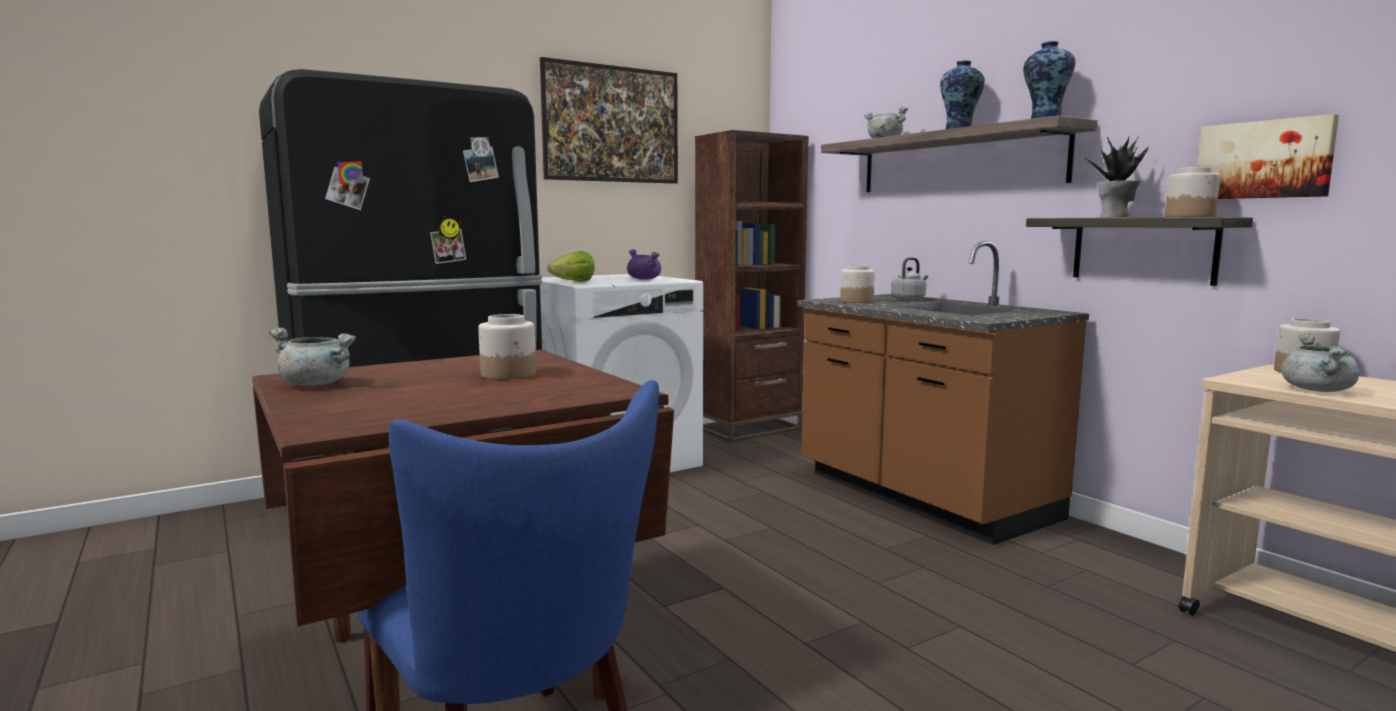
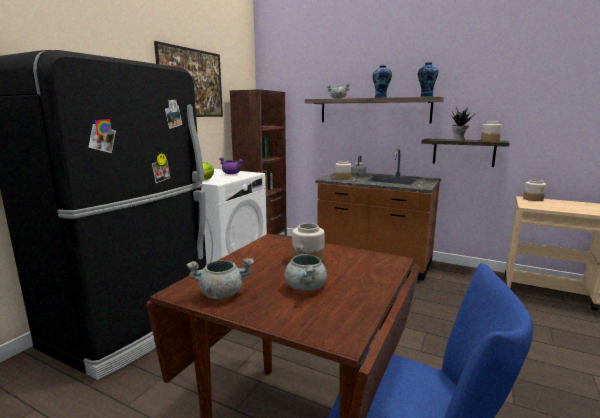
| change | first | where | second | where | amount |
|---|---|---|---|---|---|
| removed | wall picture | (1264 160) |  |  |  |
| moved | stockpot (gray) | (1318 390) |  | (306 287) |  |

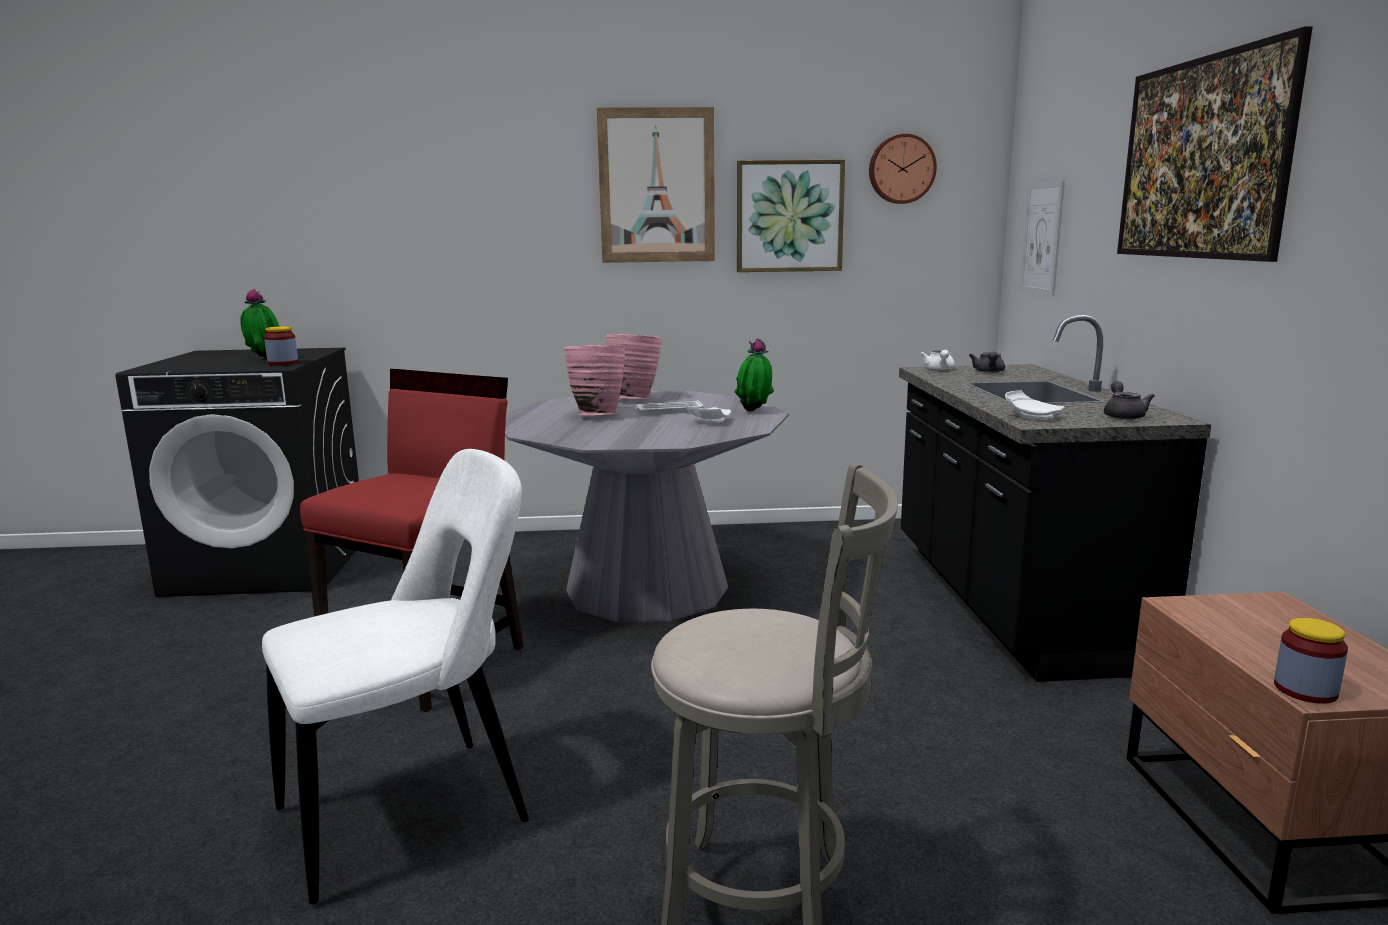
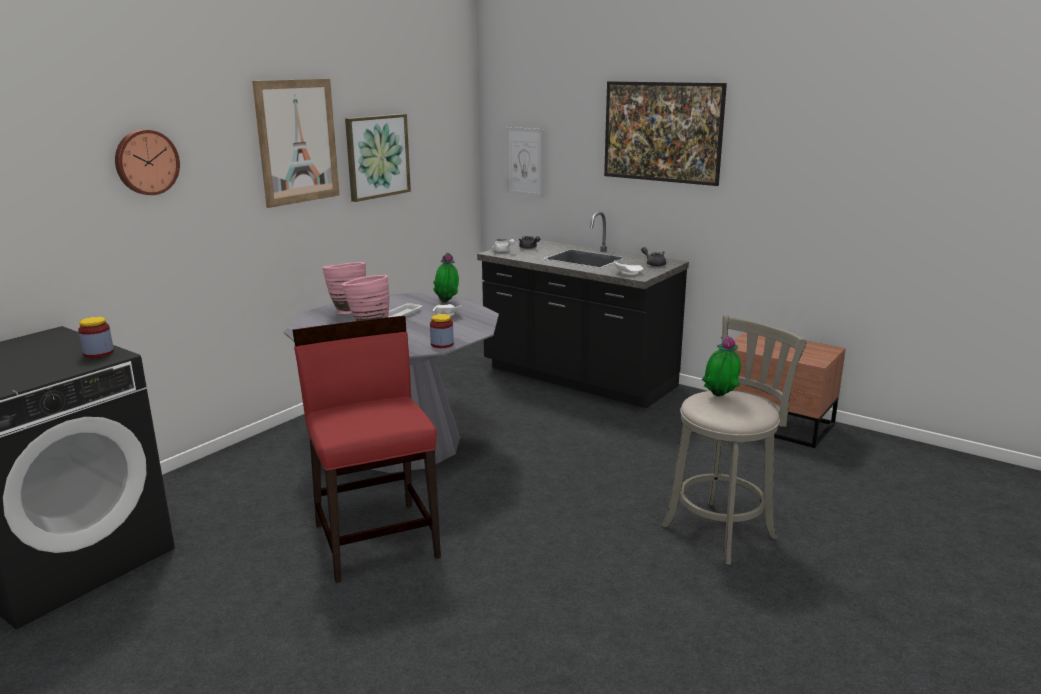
| change | first | where | second | where | amount |
|---|---|---|---|---|---|
| moved | plant in a pot | (264 359) |  | (720 397) |  |
| removed | chair (white) | (415 811) |  |  |  |
| moved | hanging clock | (901 169) |  | (146 162) |  |
| moved | jar | (1305 690) |  | (442 344) |  |

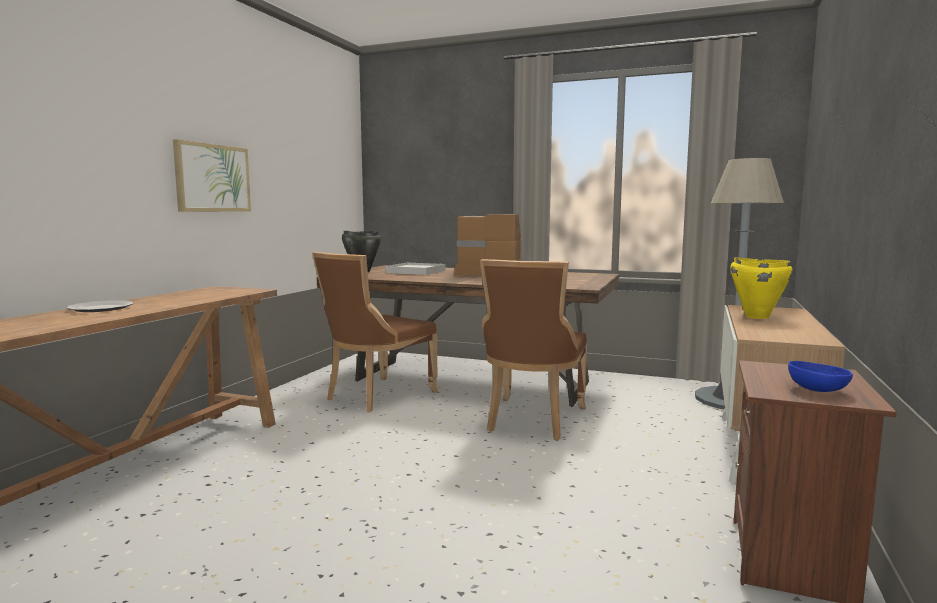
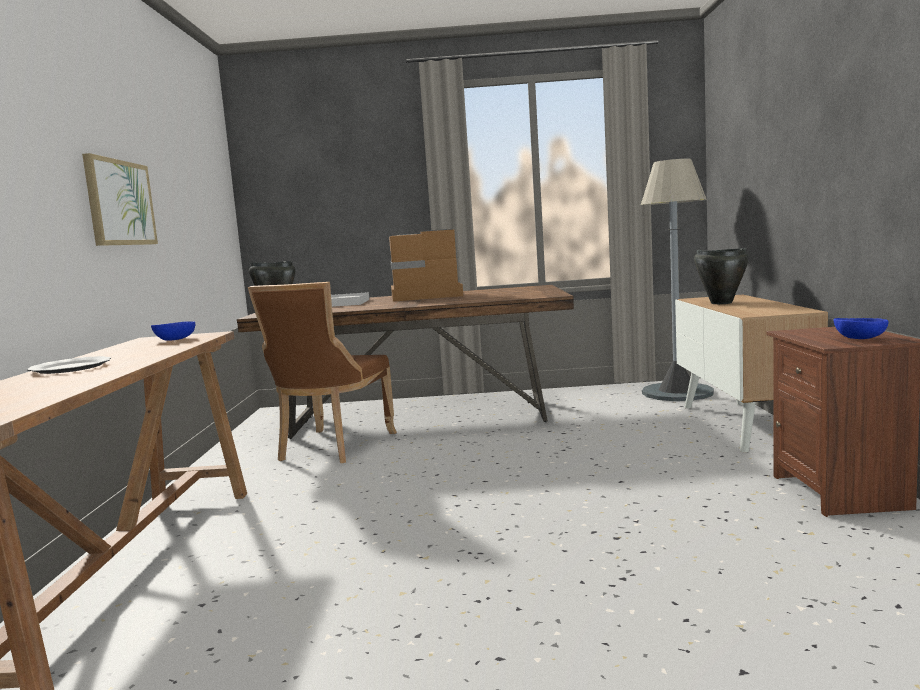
| change | first | where | second | where | amount |
|---|---|---|---|---|---|
| removed | chair (brown) | (532 420) |  |  |  |
| recoloured | stockpot (yellowish) | (756 316) | stockpot (black-coloured) | (721 303) |  |
| added |  |  | serving bowl (bluish) | (175 339) |  |

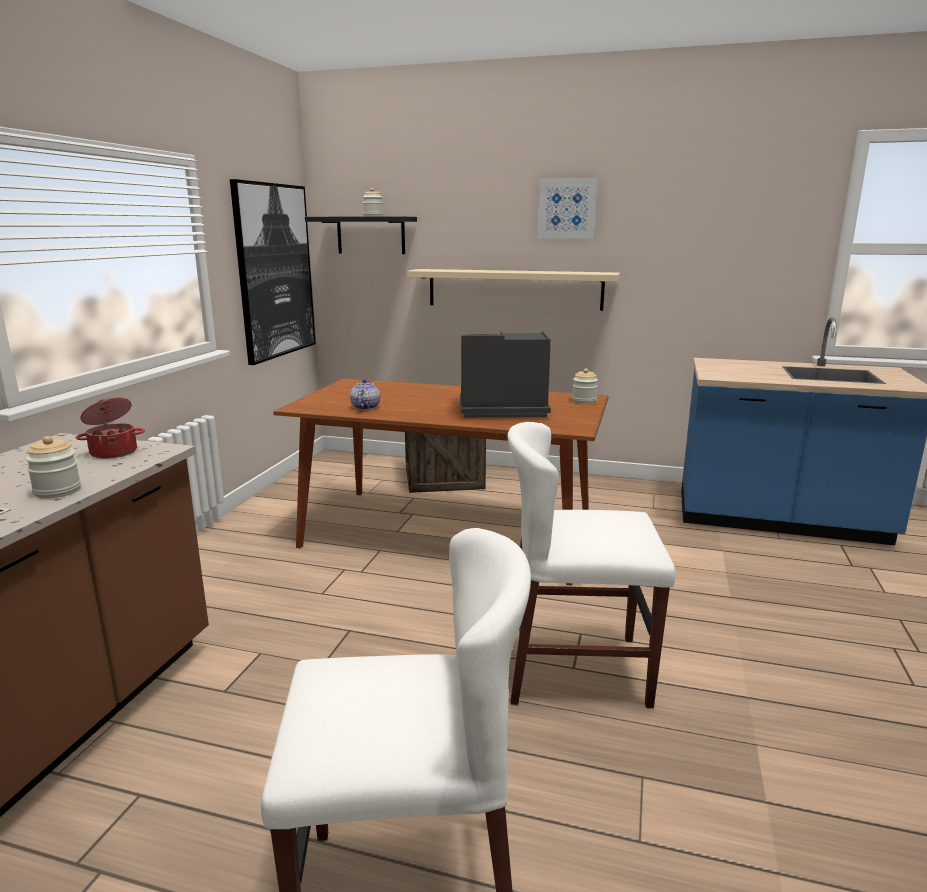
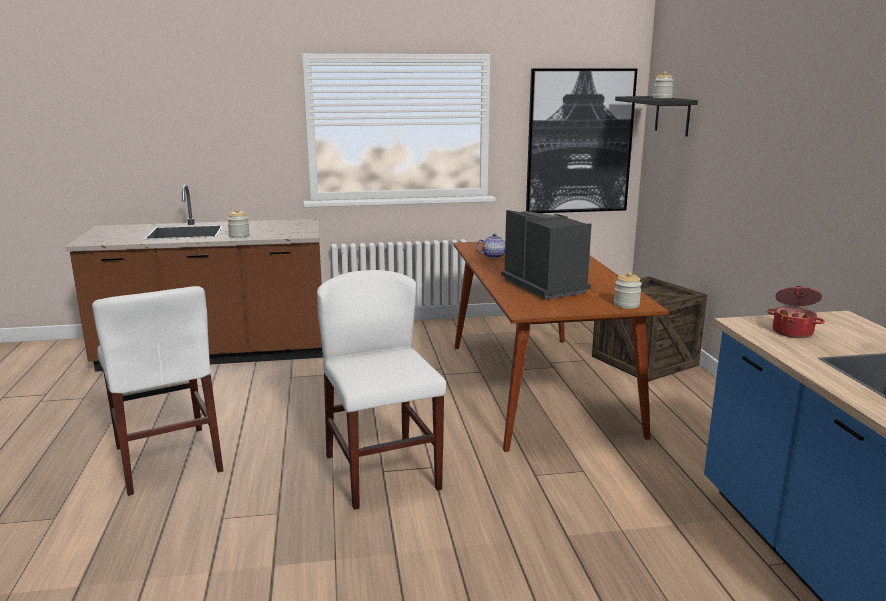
| change | first | where | second | where | amount |
|---|---|---|---|---|---|
| moved | stockpot | (114 452) |  | (792 332) |  |
| removed | wall shelf (sand-coloured) | (514 289) |  |  |  |
| removed | wall picture | (567 209) |  |  |  |

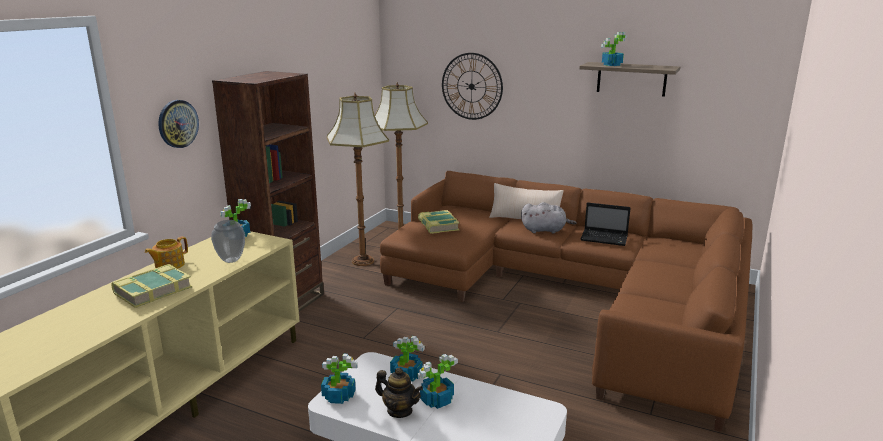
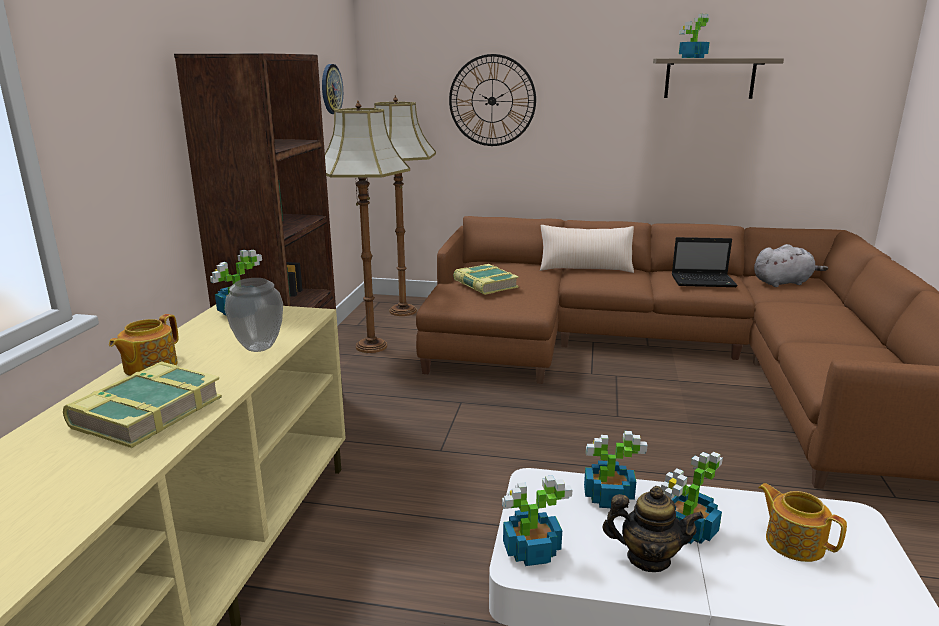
| change | first | where | second | where | amount |
|---|---|---|---|---|---|
| moved | hanging clock | (177 123) |  | (331 89) |  |
| moved | plush toy (gray) | (545 230) |  | (783 283) |  |
| added |  |  | tea pot | (793 542) |  |

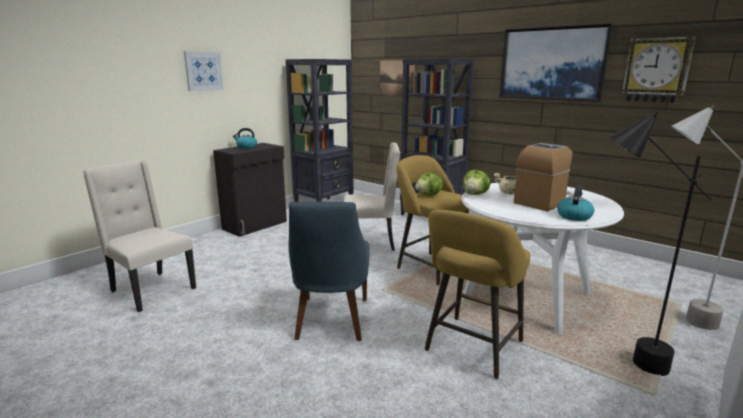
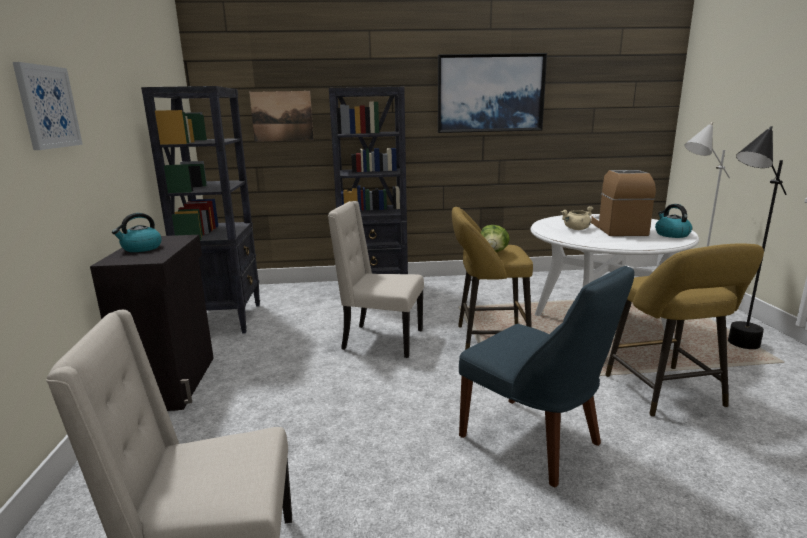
| change | first | where | second | where | amount |
|---|---|---|---|---|---|
| turned | chair (sand-coloured) | (370 243) |  | (381 340) | 120 degrees counterclockwise |
| removed | head of lettuce | (475 194) |  |  |  |
| removed | hanging clock | (656 70) |  |  |  |

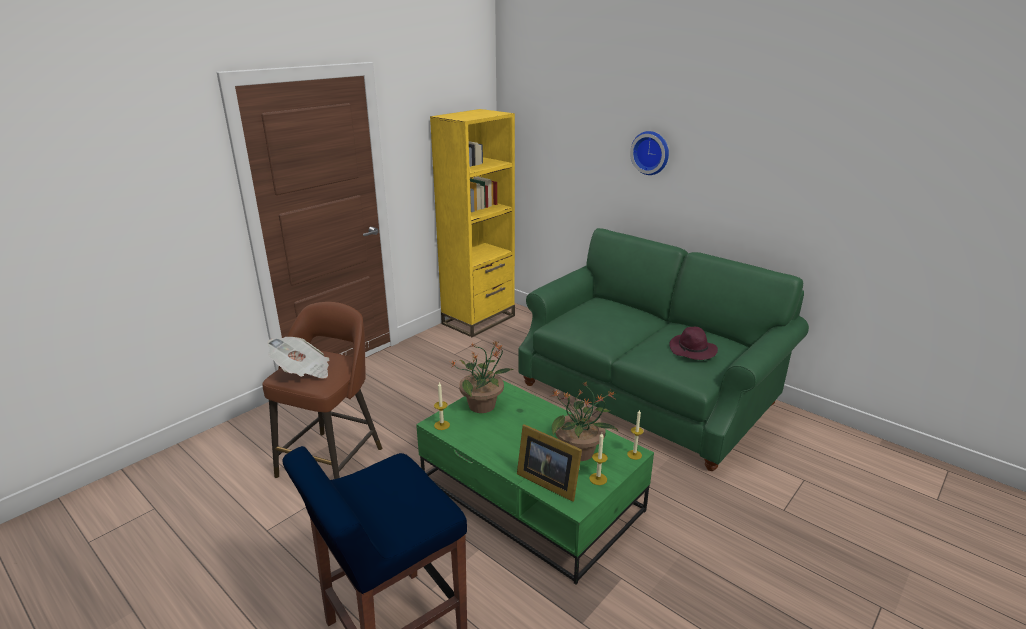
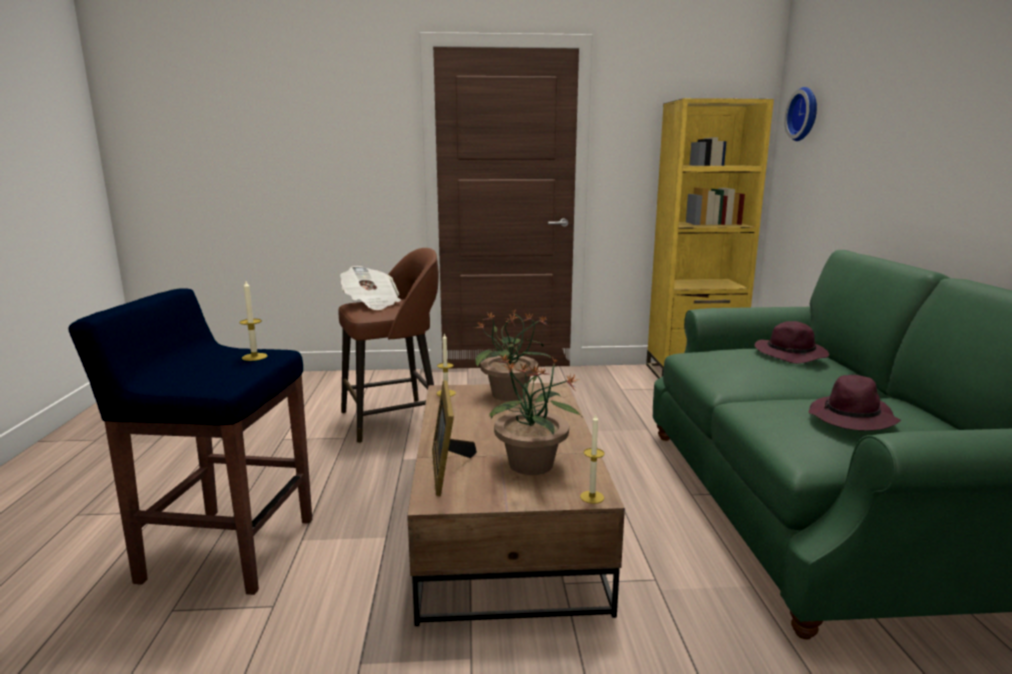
| change | first | where | second | where | amount |
|---|---|---|---|---|---|
| recoloured | low table (greenish) | (532 495) | low table (brown) | (507 525) |  |
| moved | candle | (598 479) |  | (254 357) |  |
| moved | hanging clock | (651 152) |  | (805 114) |  |
| added |  |  | wearable hat (purplish) | (791 354) |  |

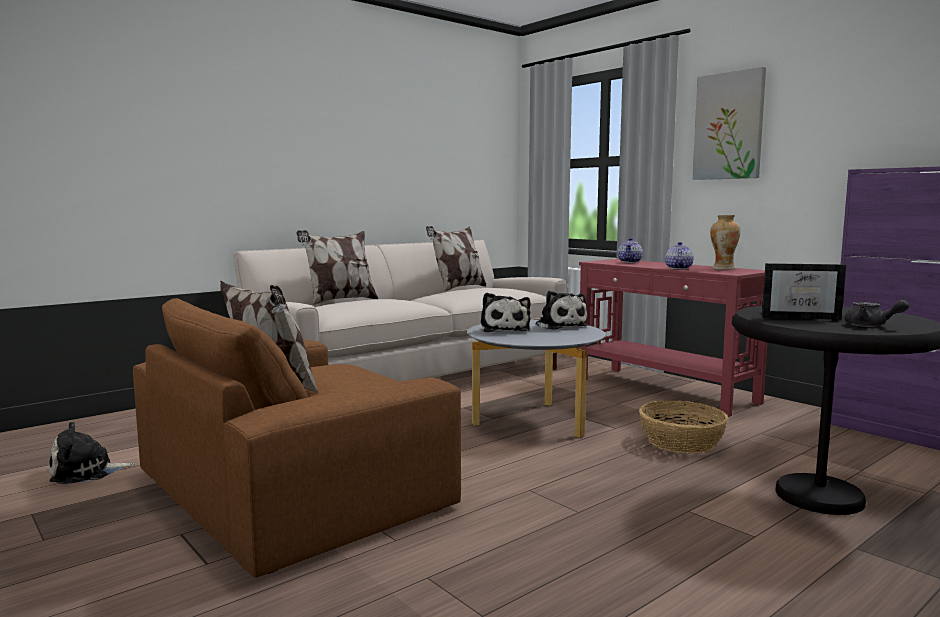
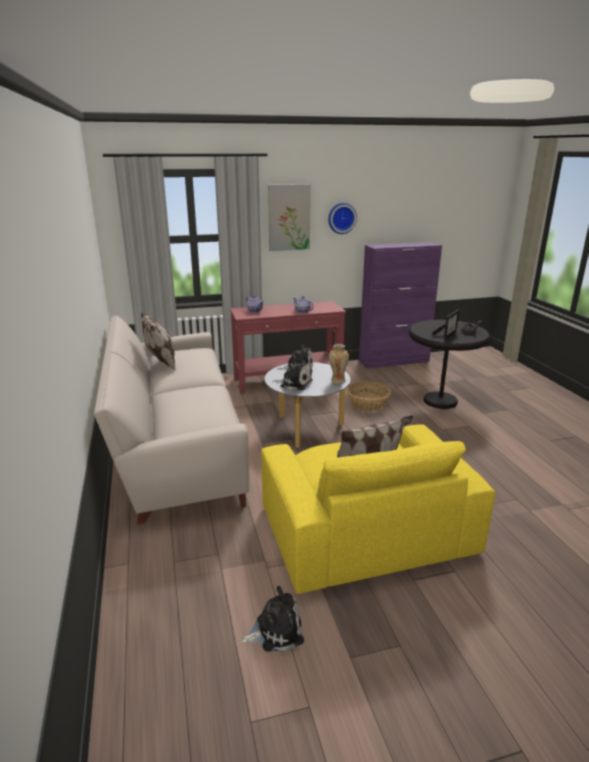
| change | first | where | second | where | amount |
|---|---|---|---|---|---|
| turned | plush toy | (86 472) |  | (276 630) | 105 degrees counterclockwise |
| recoloured | lounge chair (brown) | (294 488) | lounge chair (yellowish) | (364 529) |  |
| removed | throw pillow | (339 301) |  |  |  |
| moved | decorative vase | (723 269) |  | (337 381) |  |
| added |  |  | hanging clock | (341 218) |  |

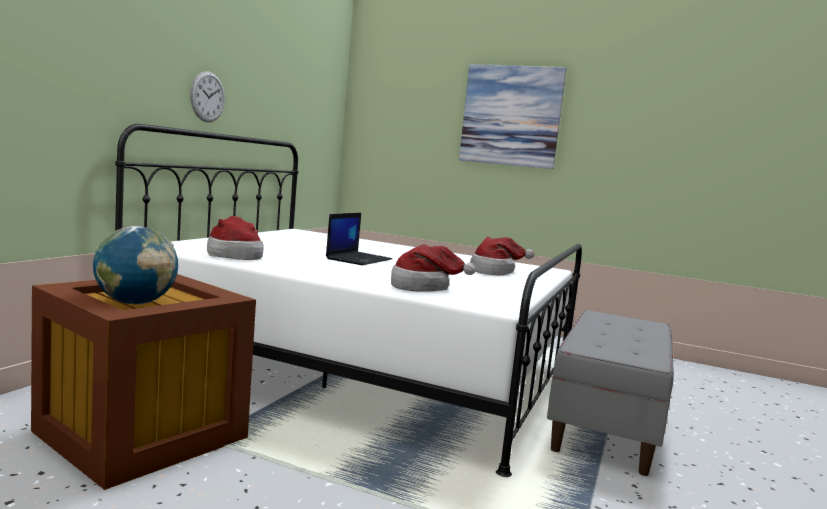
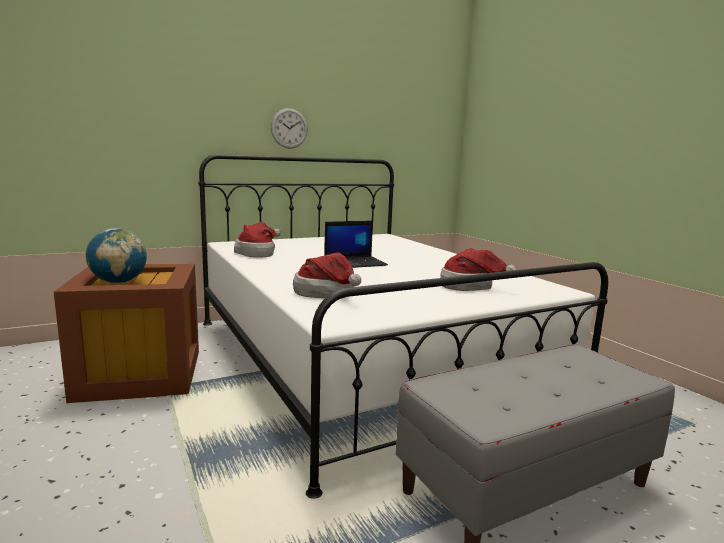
| change | first | where | second | where | amount |
|---|---|---|---|---|---|
| removed | wall picture | (511 116) |  |  |  |

